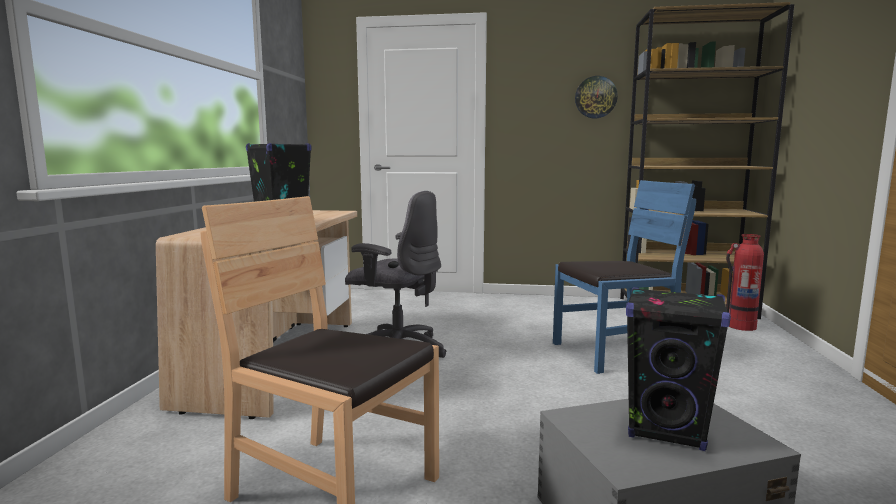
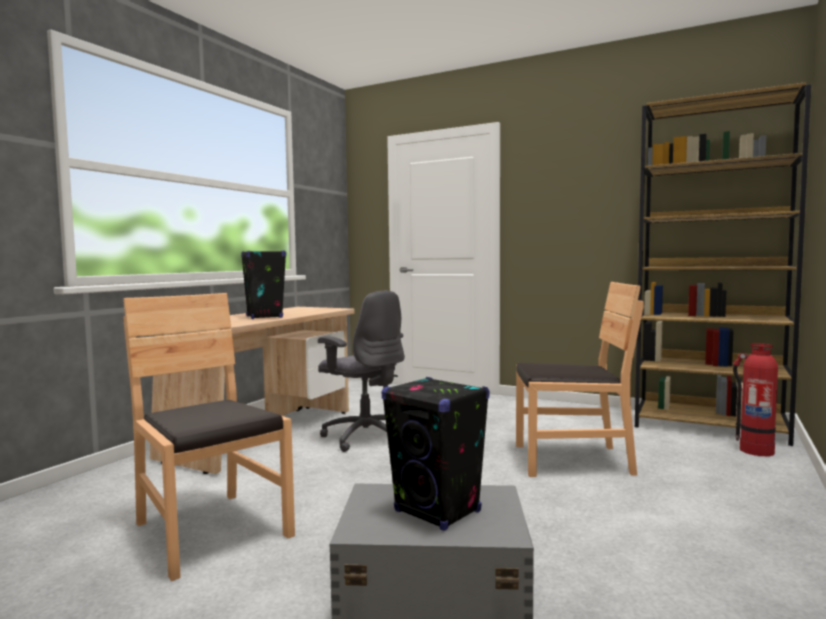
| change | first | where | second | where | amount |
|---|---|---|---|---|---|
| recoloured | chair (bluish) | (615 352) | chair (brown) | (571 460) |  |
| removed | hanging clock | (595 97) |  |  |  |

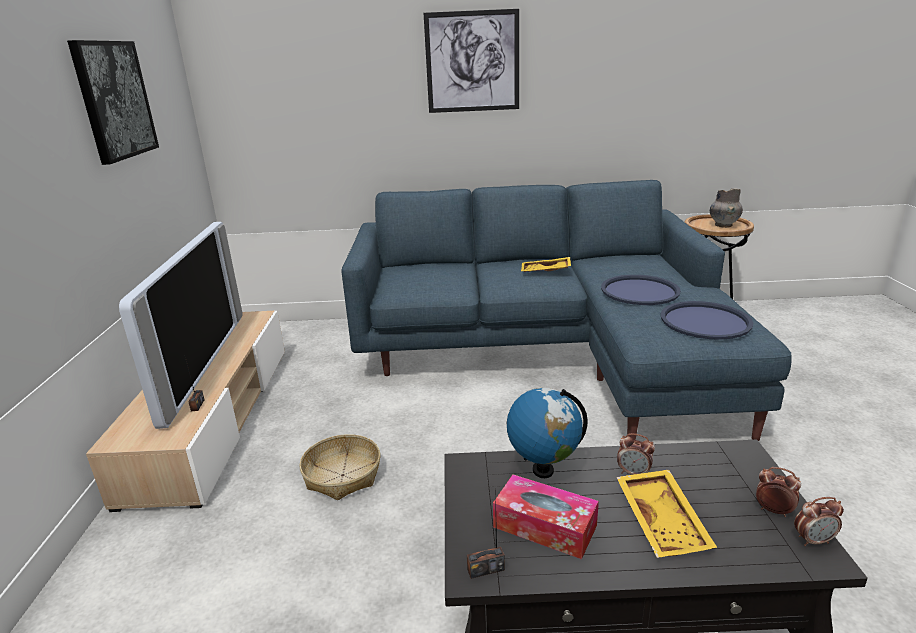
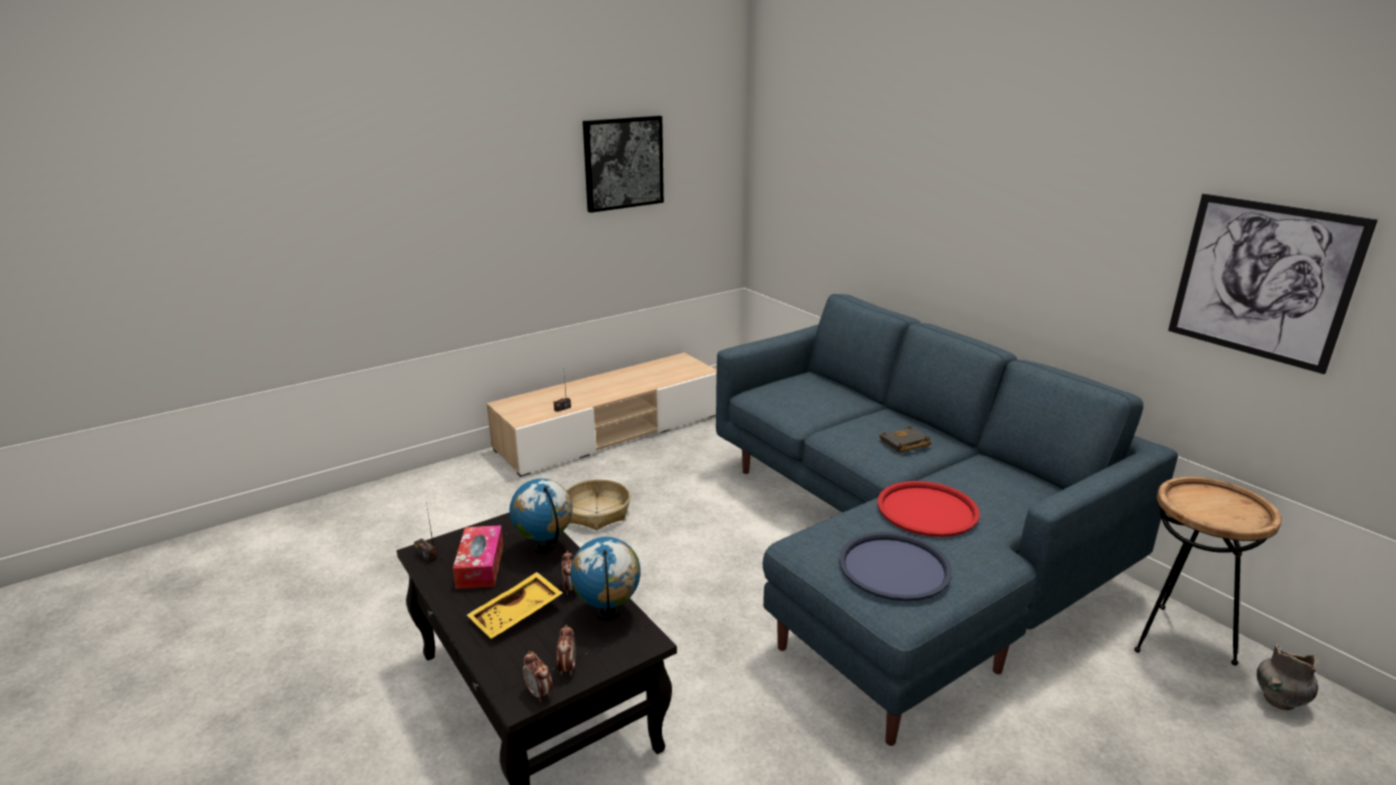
| change | first | where | second | where | amount |
|---|---|---|---|---|---|
| removed | TV set | (199 364) |  |  |  |
| moved | wall picture | (472 62) |  | (1262 280) |  |
| replaced | serving tray (yellowish) | (545 271) | book (black-coloured) | (904 444) |  |
| recoloured | serving tray (bluish) | (639 291) | serving tray (red-coloured) | (927 510) |  |
| moved | decorative vase (gray) | (723 225) |  | (1279 700) |  |
| added |  |  | globe | (608 613) |  |

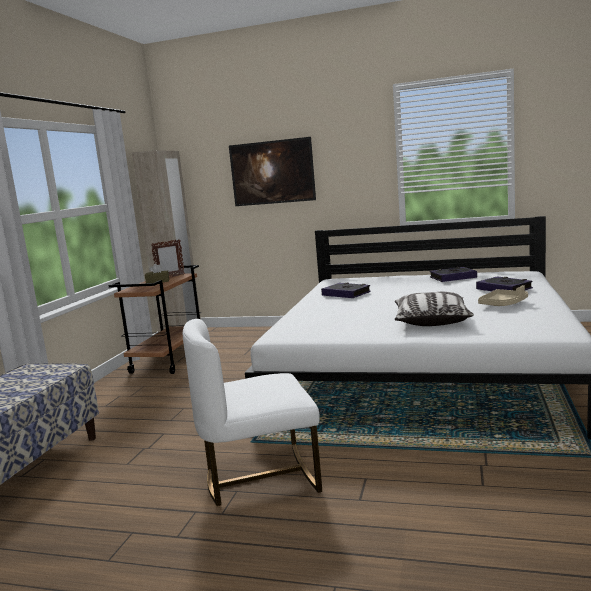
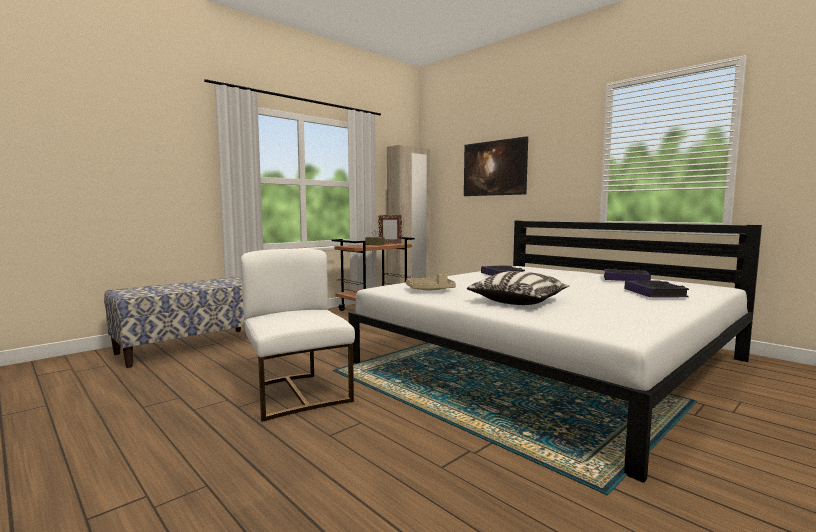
| change | first | where | second | where | amount |
|---|---|---|---|---|---|
| turned | chair (white) | (260 477) |  | (298 394) | 45 degrees clockwise |
| moved | serving tray (sand-coloured) | (503 304) |  | (430 290) |  |

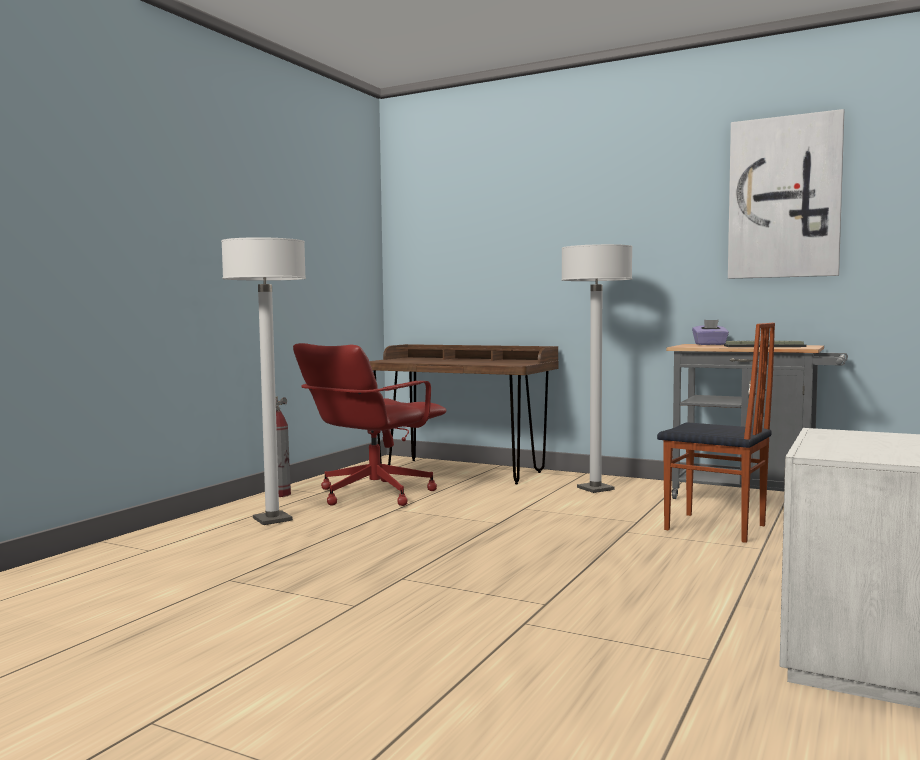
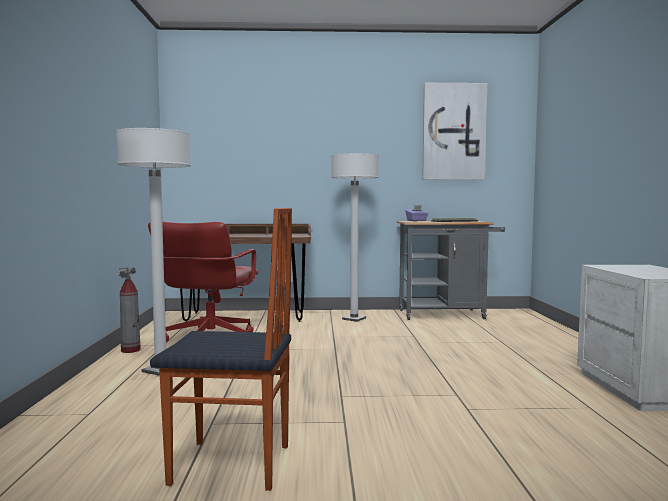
| change | first | where | second | where | amount |
|---|---|---|---|---|---|
| moved | chair | (715 528) |  | (232 465) |  |

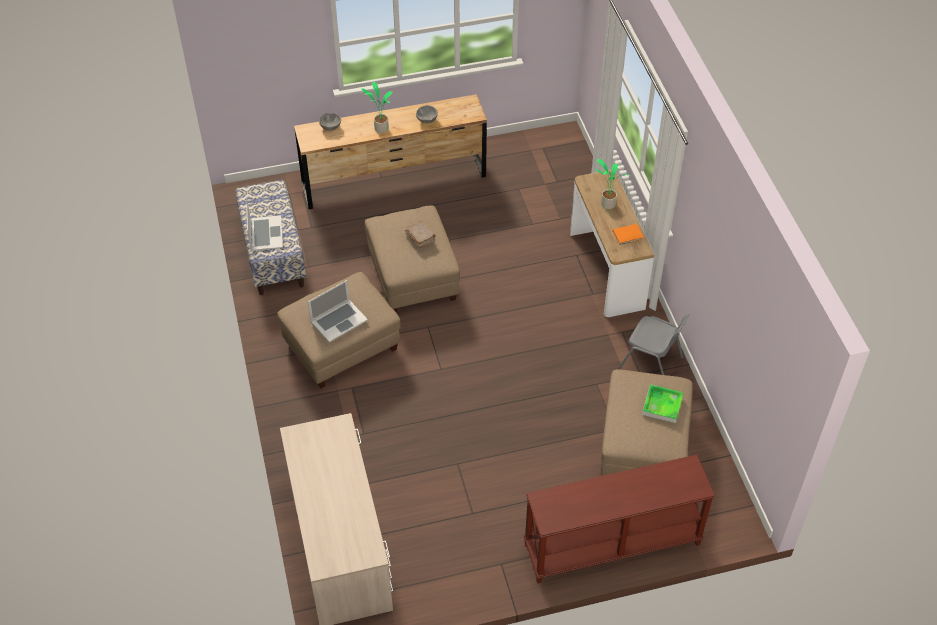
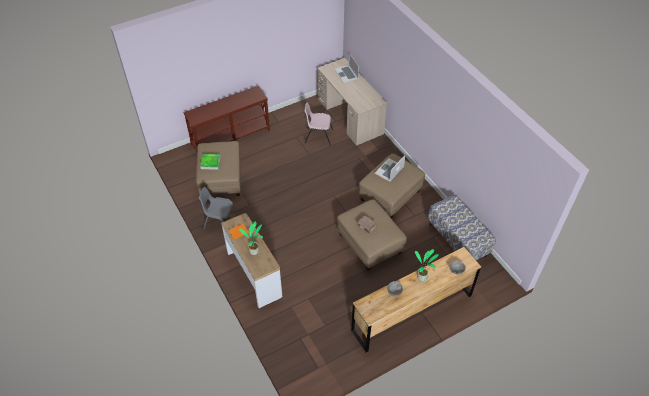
| change | first | where | second | where | amount |
|---|---|---|---|---|---|
| moved | notebook computer | (265 233) |  | (346 74) |  |
| added |  |  | chair (pinkish) | (318 136) |  |

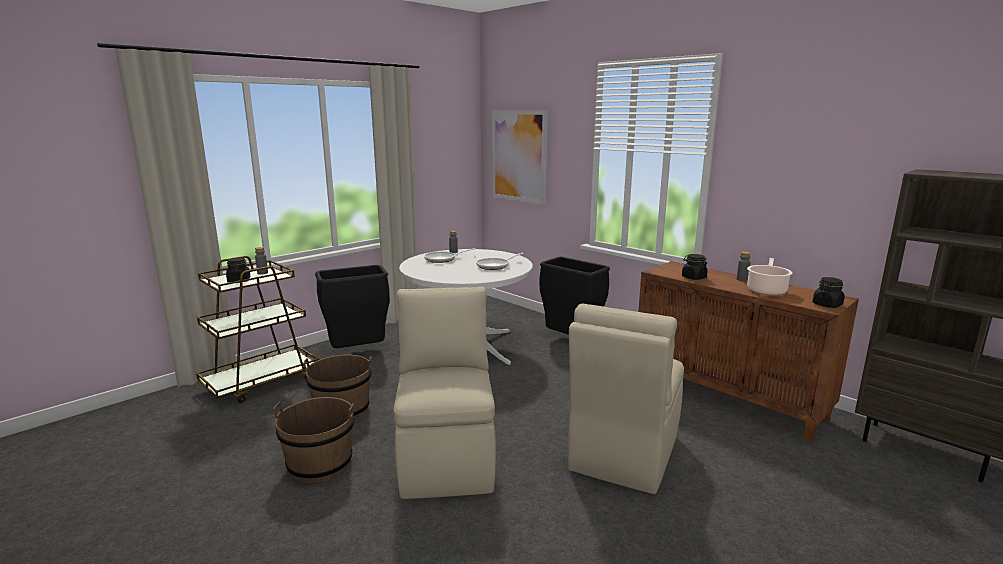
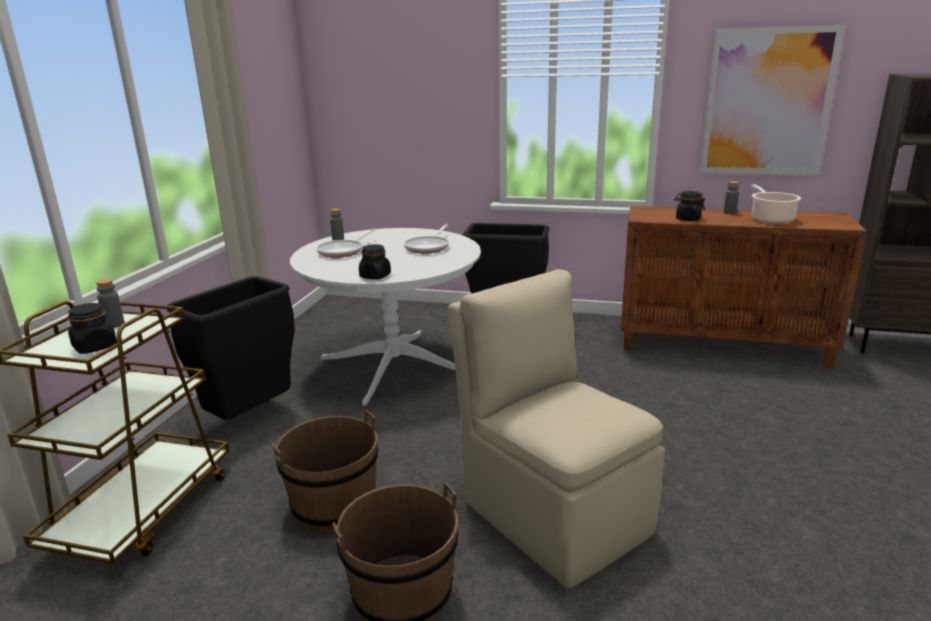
| change | first | where | second | where | amount |
|---|---|---|---|---|---|
| moved | wall picture | (519 156) |  | (767 102) |  |
| removed | chair (sand-coloured) | (623 454) |  |  |  |
| moved | jar (black-coloured) | (827 305) |  | (375 276) |  |

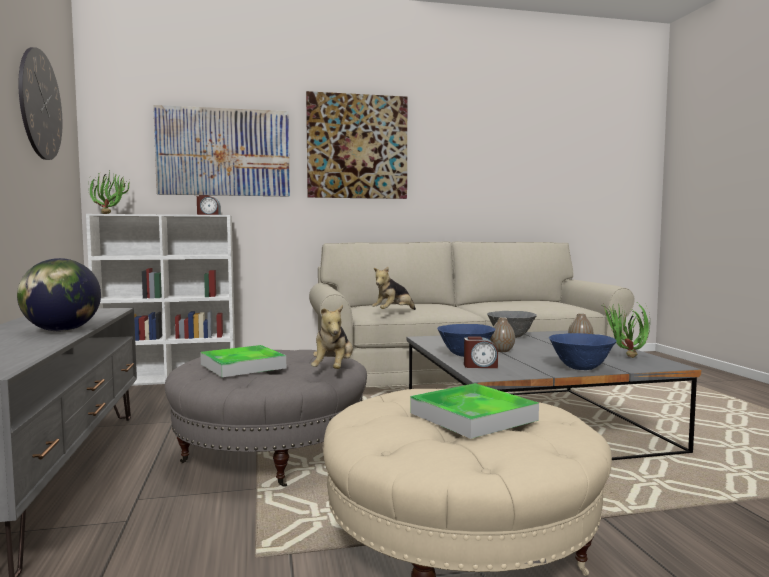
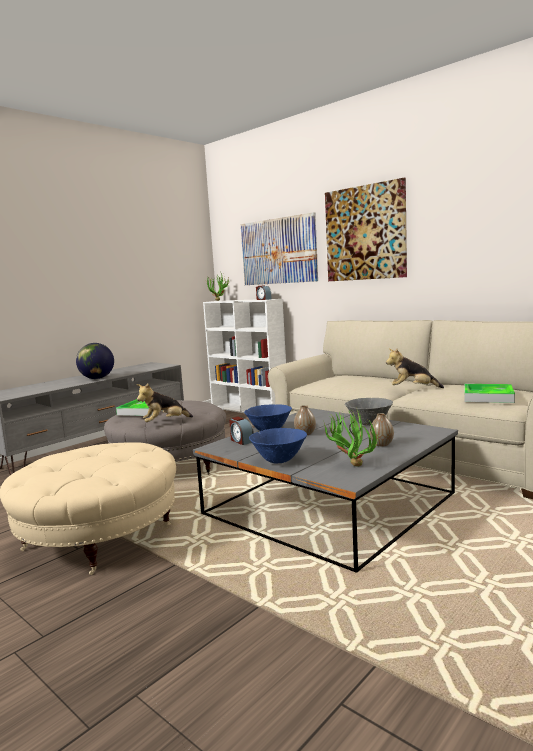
| change | first | where | second | where | amount |
|---|---|---|---|---|---|
| removed | hanging clock | (40 105) |  |  |  |
| moved | plush toy | (393 312) |  | (413 389) |  |
| moved | serving tray | (473 416) |  | (488 397) |  |

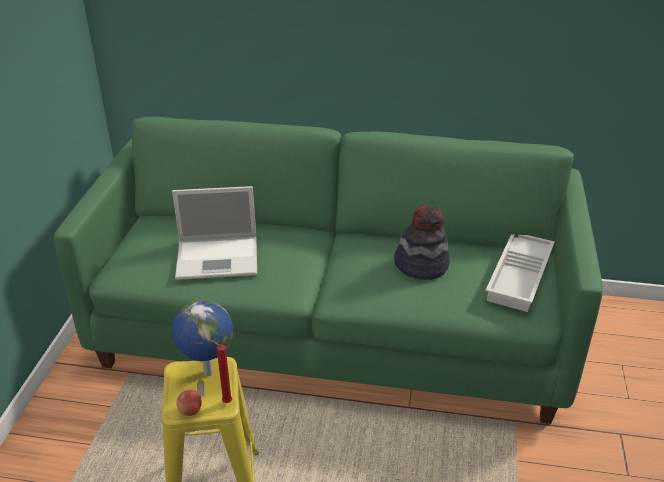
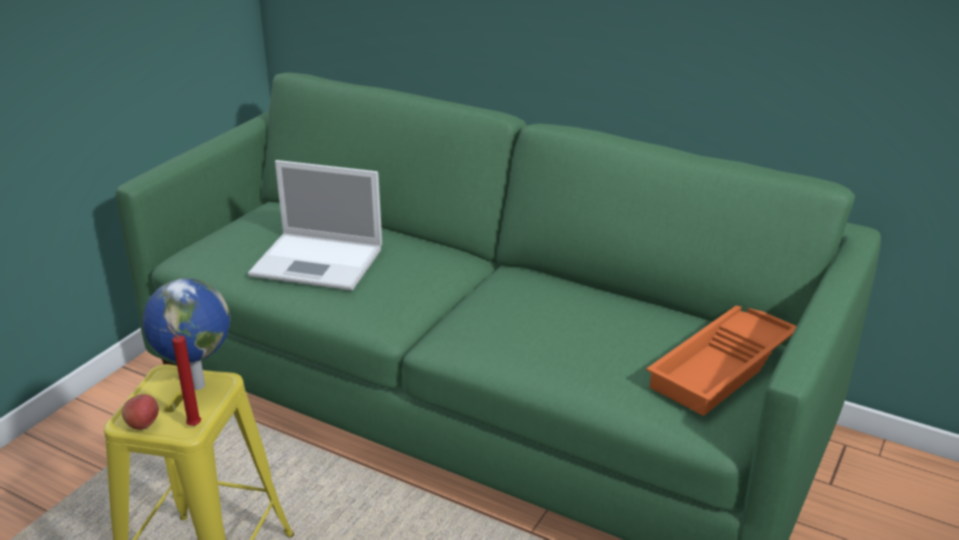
| change | first | where | second | where | amount |
|---|---|---|---|---|---|
| removed | wearable hat | (421 265) |  |  |  |
| recoloured | serving tray (white) | (520 277) | serving tray (orange-coloured) | (723 368) |  |

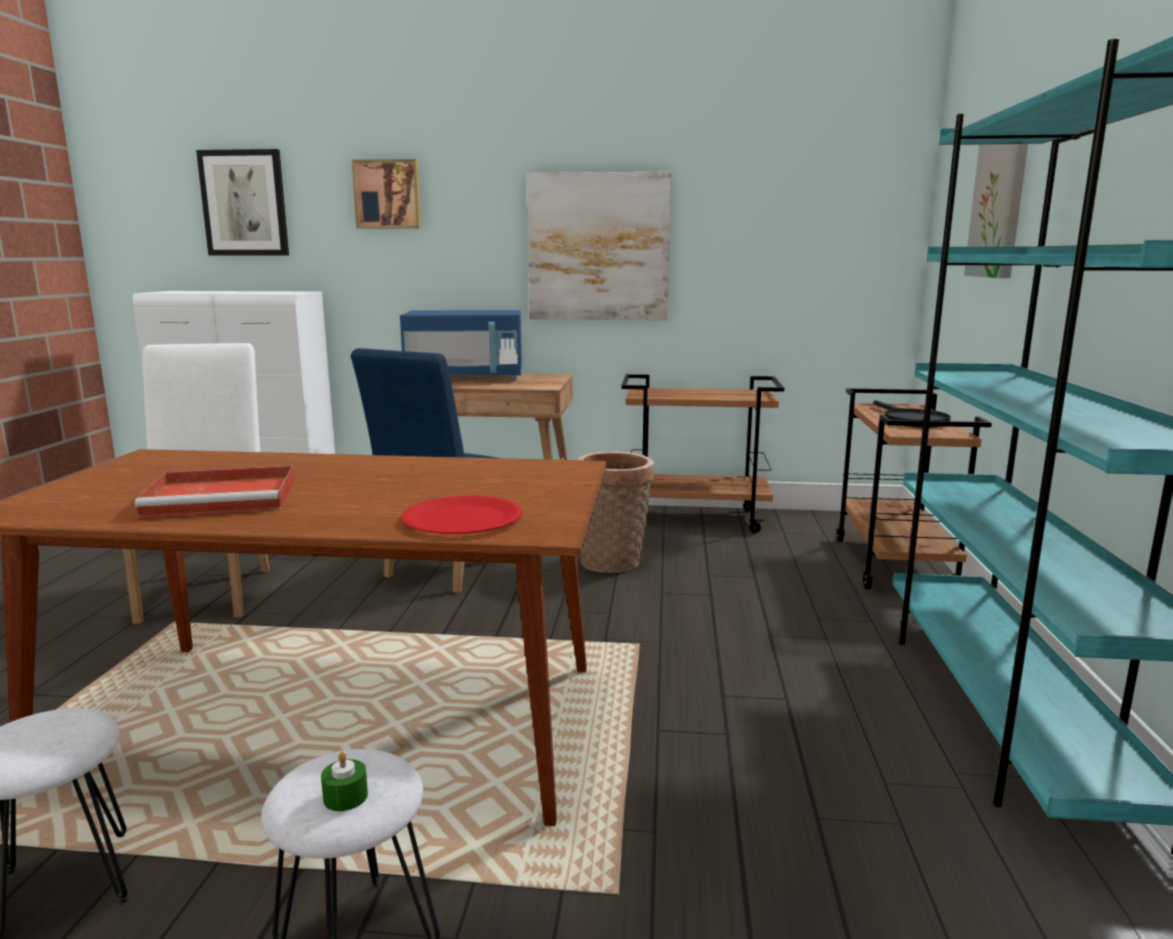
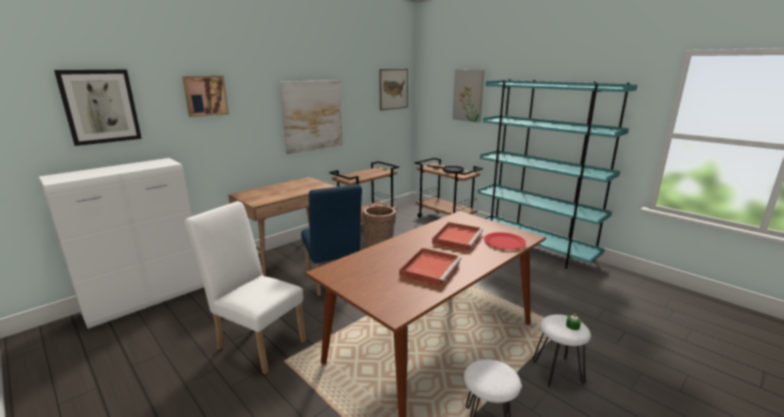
| change | first | where | second | where | amount |
|---|---|---|---|---|---|
| removed | kitchen microwave (bluish) | (465 378) |  |  |  |
| added |  |  | wall picture | (393 89) |  |
| added |  |  | serving tray (red-coloured) | (457 238) |  |

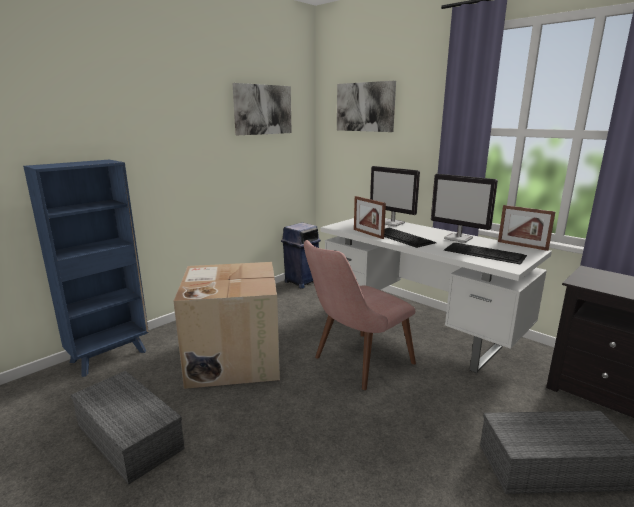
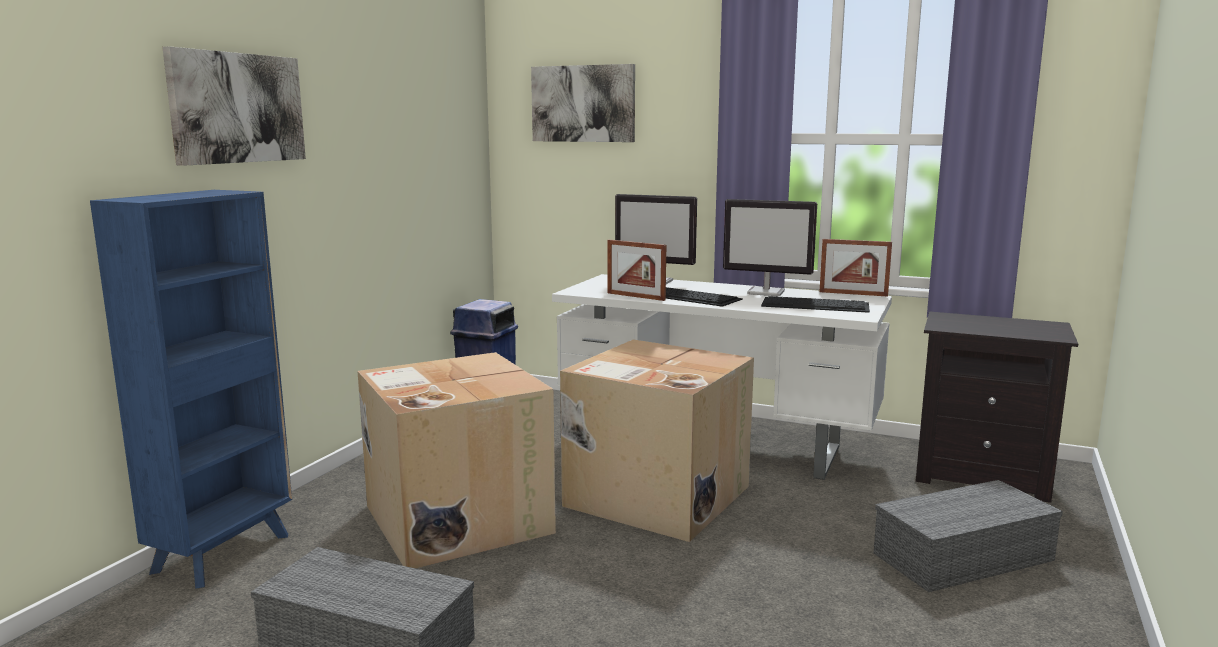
| change | first | where | second | where | amount |
|---|---|---|---|---|---|
| moved | wall picture | (262 109) |  | (237 108) |  |
| replaced | chair (pinkish) | (355 364) | packing box | (654 496) |  |

